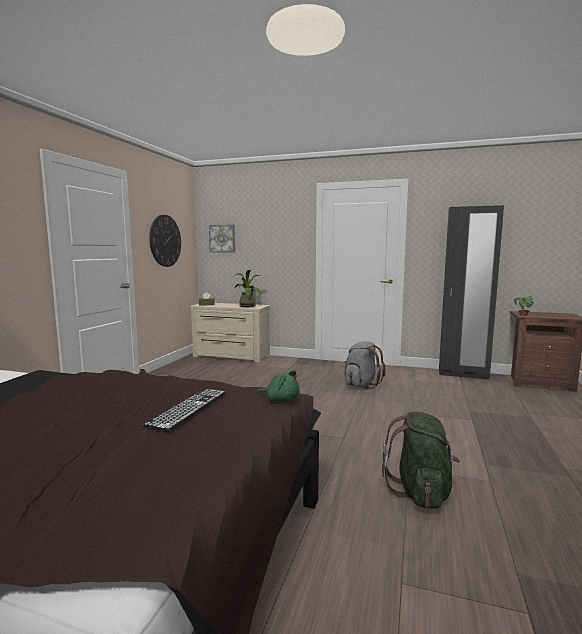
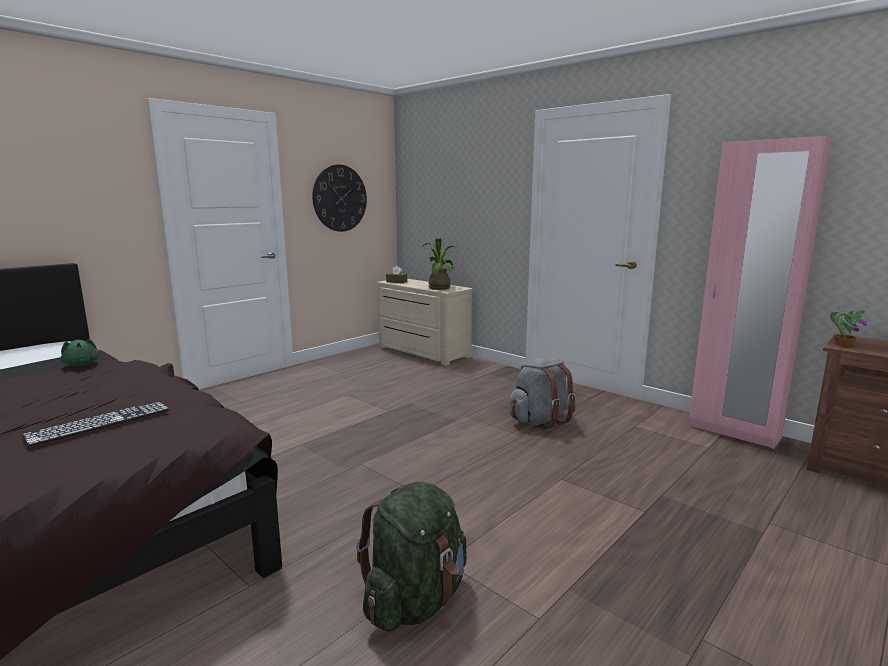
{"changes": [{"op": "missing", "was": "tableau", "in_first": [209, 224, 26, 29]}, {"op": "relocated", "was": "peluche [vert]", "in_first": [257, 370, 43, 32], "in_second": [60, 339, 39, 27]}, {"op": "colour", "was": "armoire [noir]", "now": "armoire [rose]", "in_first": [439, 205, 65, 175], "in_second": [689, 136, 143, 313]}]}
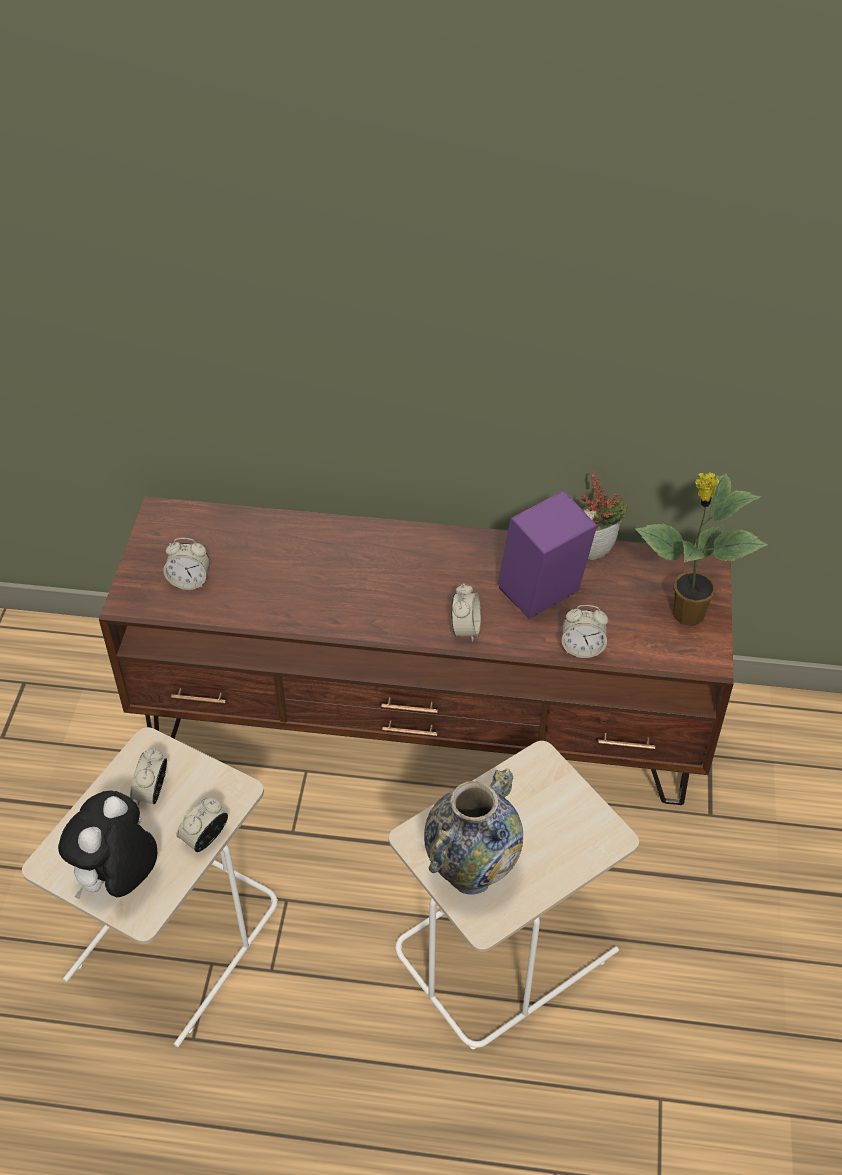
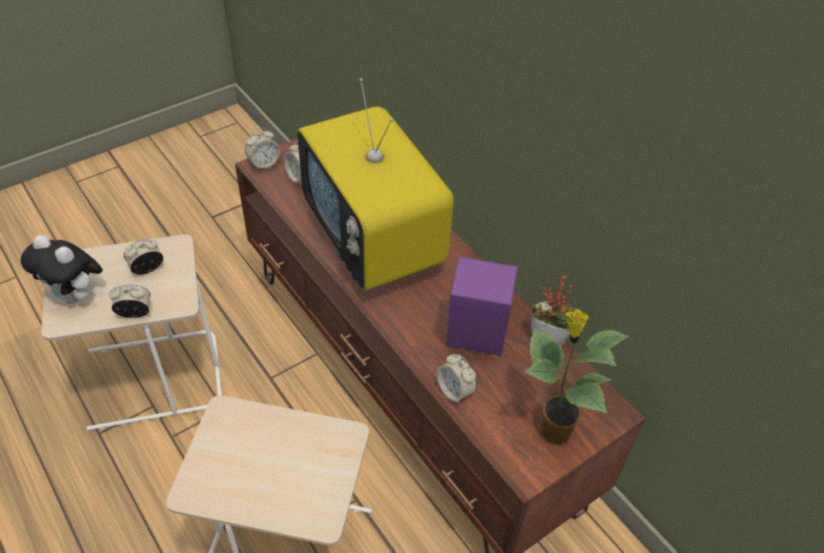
{"changes": [{"op": "missing", "was": "vase", "in_first": [424, 769, 99, 126]}, {"op": "appeared", "now": "téléviseur", "in_second": [297, 78, 157, 212]}, {"op": "relocated", "was": "réveil", "in_first": [451, 583, 30, 59], "in_second": [245, 128, 35, 43]}, {"op": "spun", "was": "peluche", "in_first": [58, 791, 99, 108], "in_second": [21, 235, 82, 69], "clockwise": -135}]}
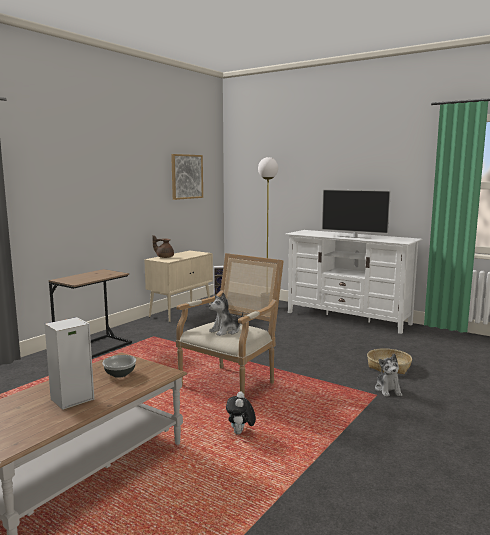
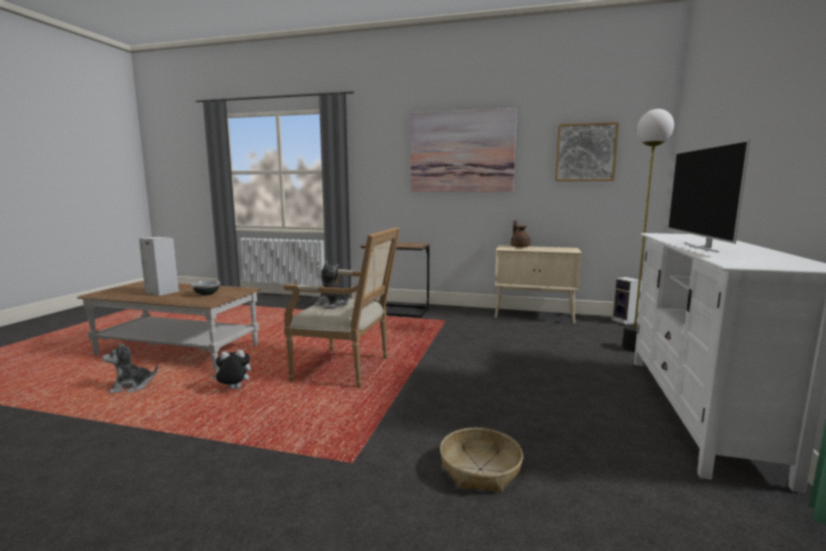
{"changes": [{"op": "appeared", "now": "tableau", "in_second": [411, 108, 106, 84]}, {"op": "relocated", "was": "peluche", "in_first": [375, 354, 27, 43], "in_second": [102, 343, 56, 51]}]}
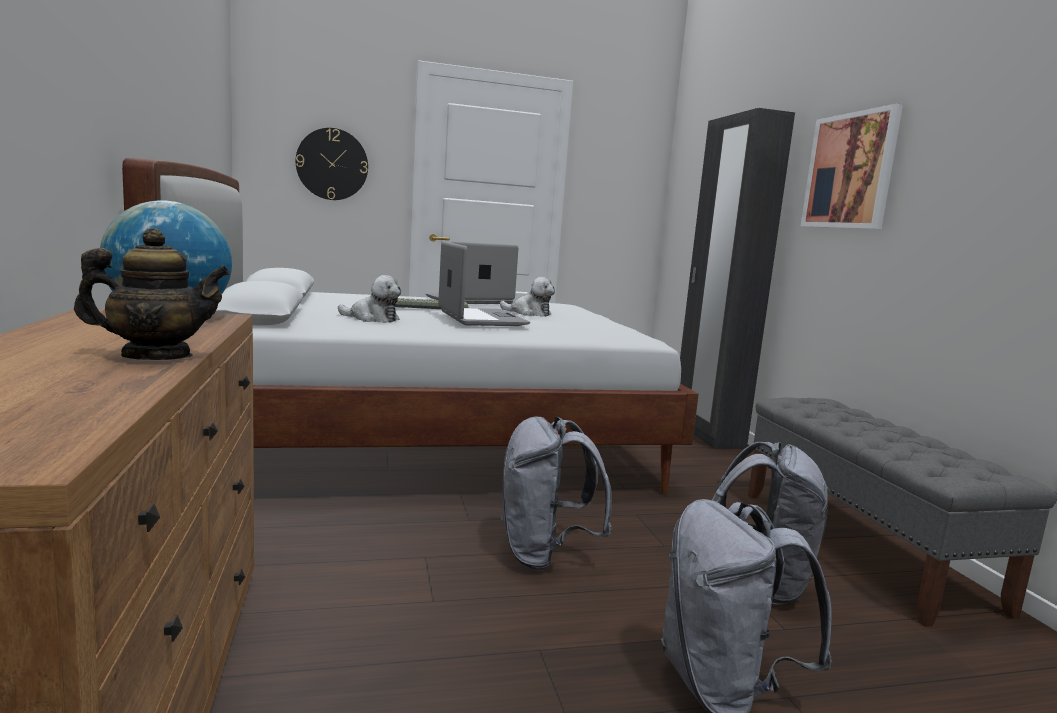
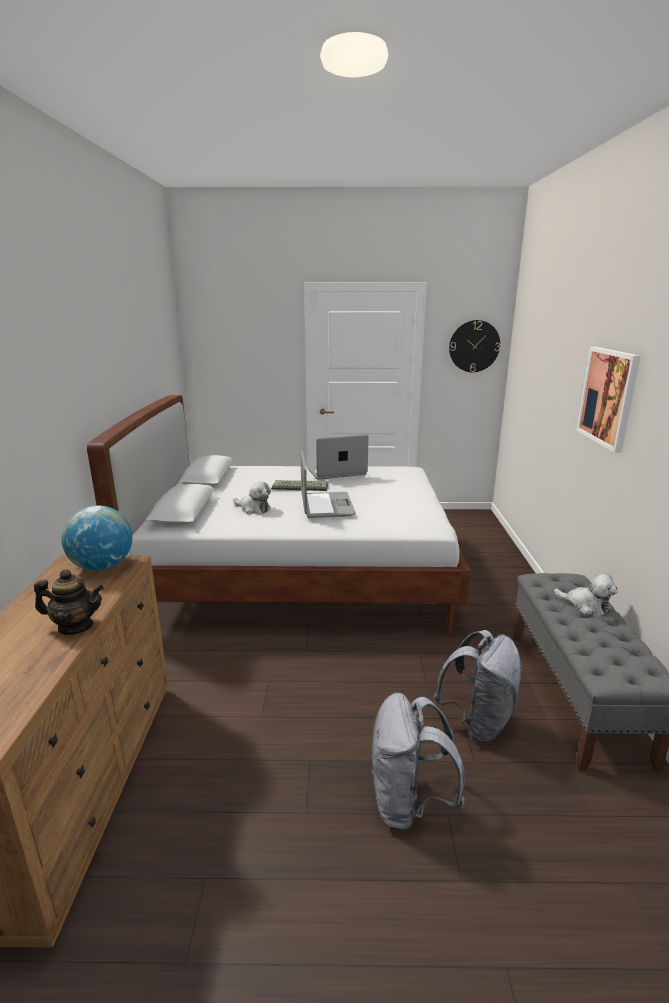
{"changes": [{"op": "missing", "was": "sac à dos [gris]", "in_first": [500, 416, 112, 154]}, {"op": "missing", "was": "armoire [noir]", "in_first": [680, 108, 115, 341]}, {"op": "relocated", "was": "horloge murale", "in_first": [296, 128, 72, 72], "in_second": [449, 320, 51, 52]}, {"op": "relocated", "was": "peluche", "in_first": [500, 277, 55, 40], "in_second": [554, 574, 64, 42]}]}
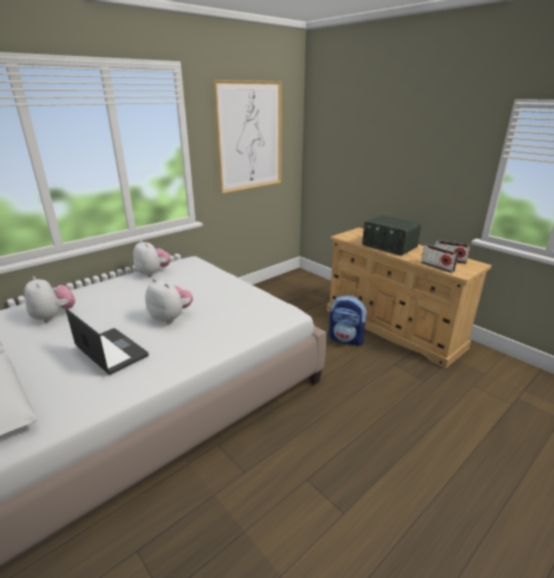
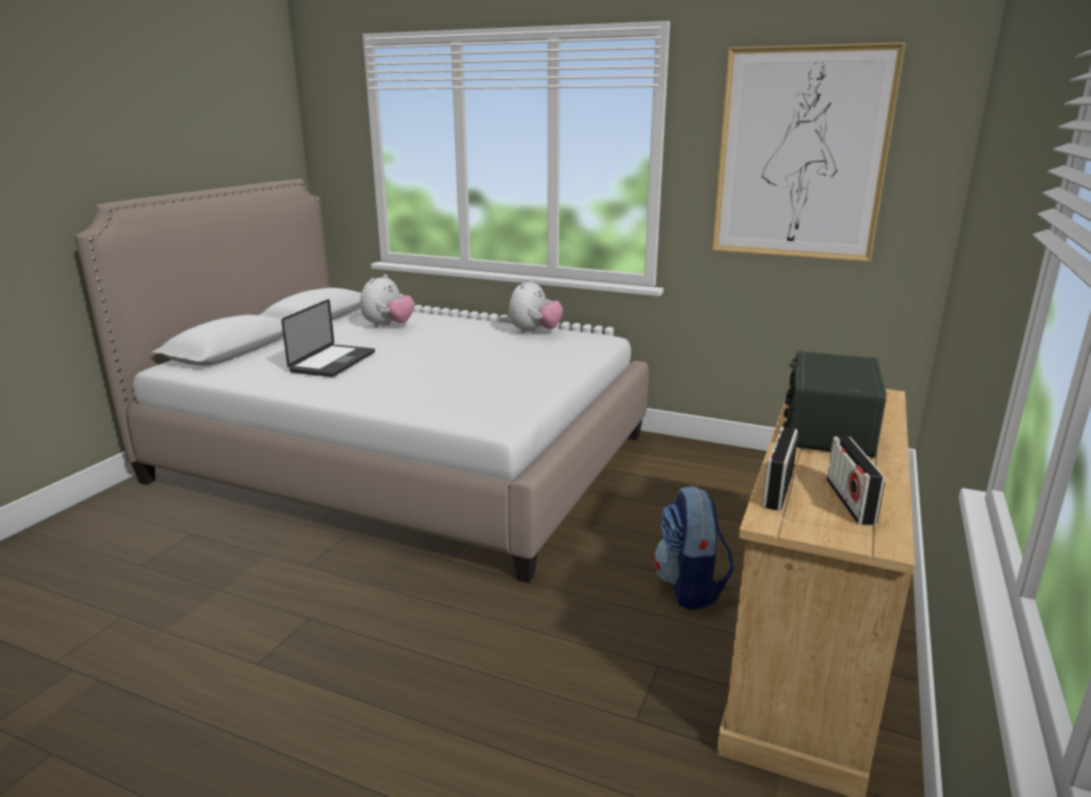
{"changes": [{"op": "missing", "was": "peluche", "in_first": [145, 278, 48, 46]}]}
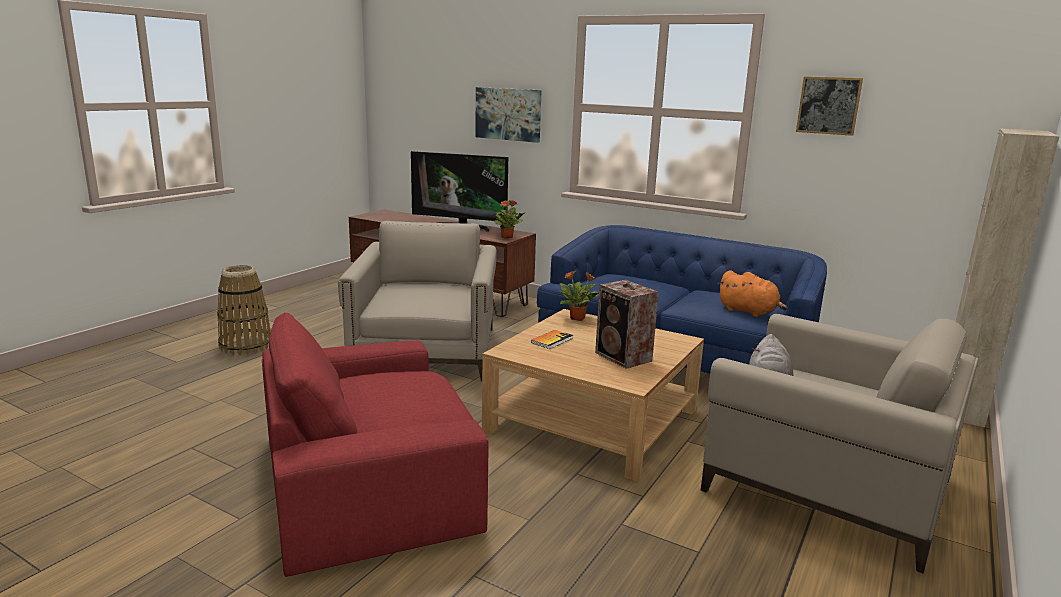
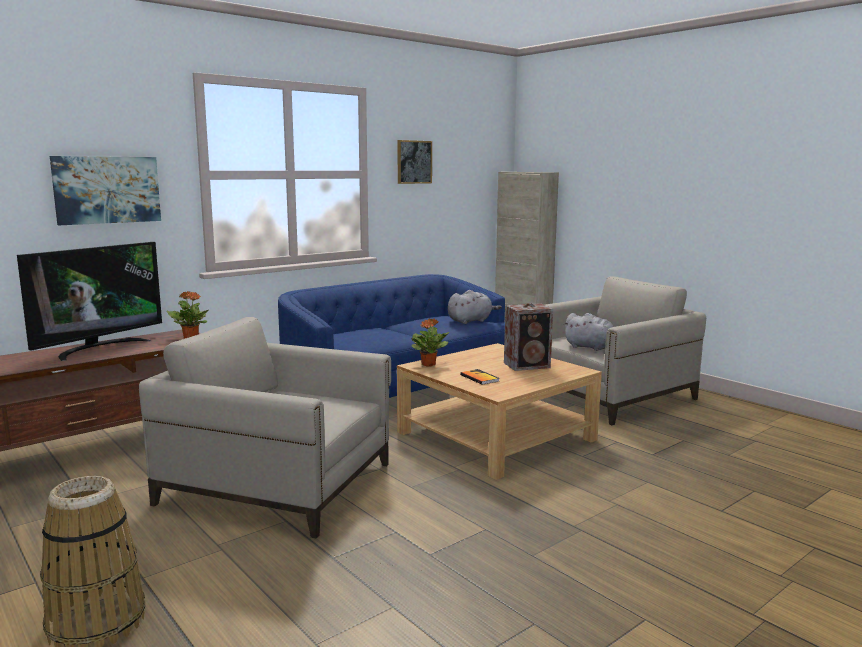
{"changes": [{"op": "missing", "was": "fauteuil [rouge]", "in_first": [262, 313, 226, 264]}, {"op": "colour", "was": "peluche [orange]", "now": "peluche [gris]", "in_first": [718, 270, 69, 47], "in_second": [448, 290, 54, 34]}]}
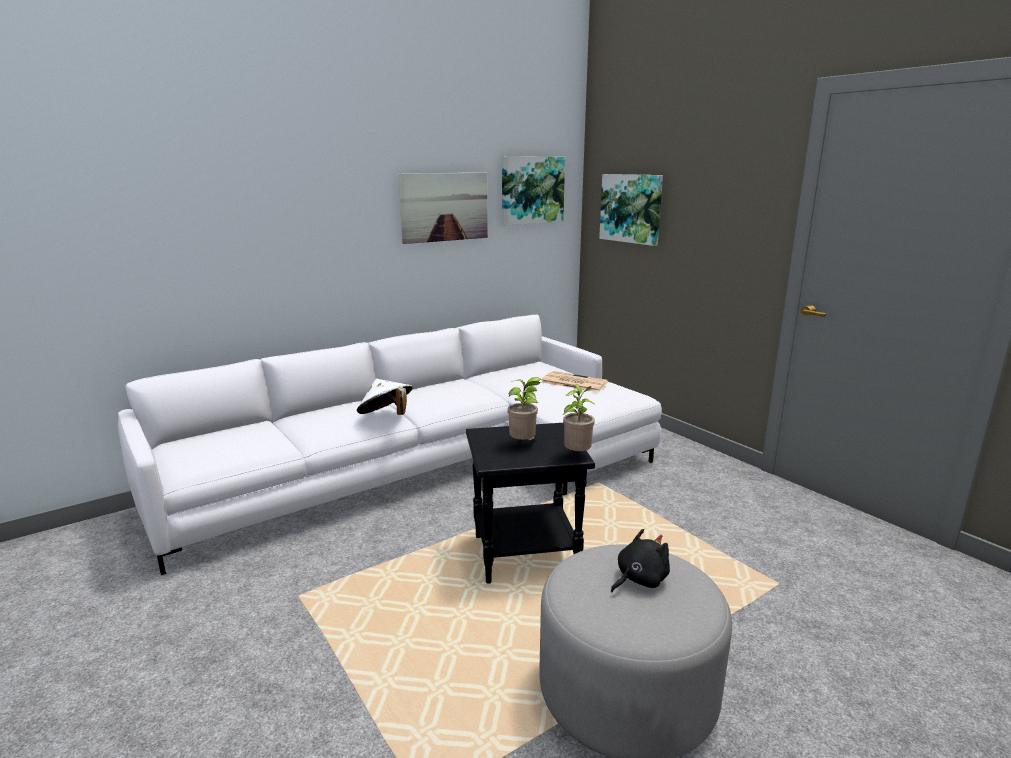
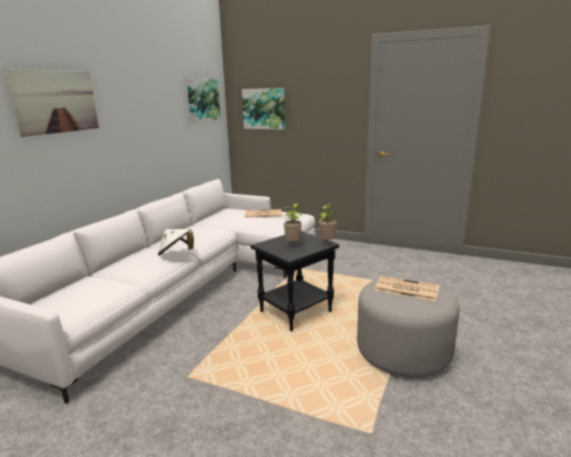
{"changes": [{"op": "relocated", "was": "tableau", "in_first": [399, 173, 89, 71], "in_second": [5, 69, 94, 68]}, {"op": "exchanged", "was": "peluche [noir]", "now": "journal", "in_first": [611, 529, 59, 64], "in_second": [375, 276, 65, 25]}]}
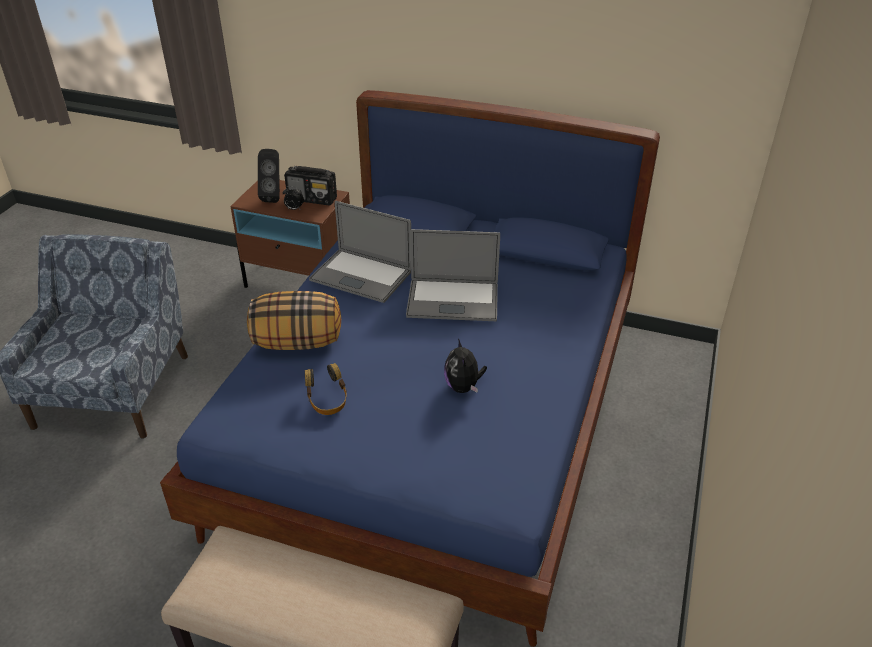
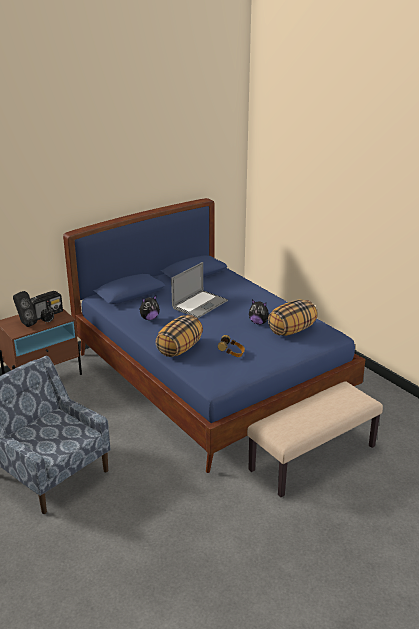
{"changes": [{"op": "appeared", "now": "coussin", "in_second": [268, 299, 49, 37]}, {"op": "exchanged", "was": "ordinateur portable", "now": "peluche", "in_first": [309, 201, 102, 102], "in_second": [139, 296, 21, 24]}]}
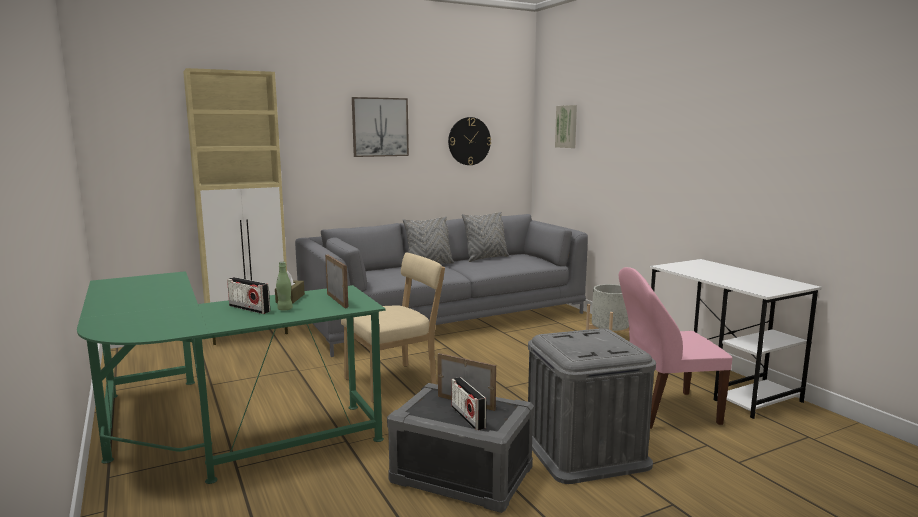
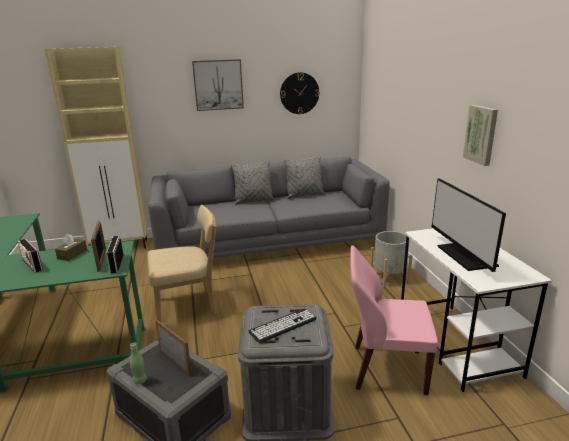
{"changes": [{"op": "appeared", "now": "clavier", "in_second": [248, 309, 69, 34]}, {"op": "appeared", "now": "écran d'ordinateur", "in_second": [432, 178, 74, 94]}, {"op": "relocated", "was": "bouteille [vert]", "in_first": [276, 262, 17, 49], "in_second": [130, 343, 17, 42]}, {"op": "relocated", "was": "radio", "in_first": [451, 377, 35, 53], "in_second": [105, 236, 18, 37]}, {"op": "relocated", "was": "tableau", "in_first": [555, 105, 22, 43], "in_second": [463, 105, 35, 61]}]}
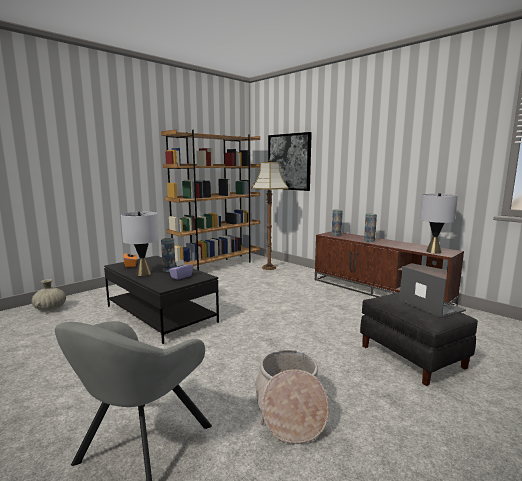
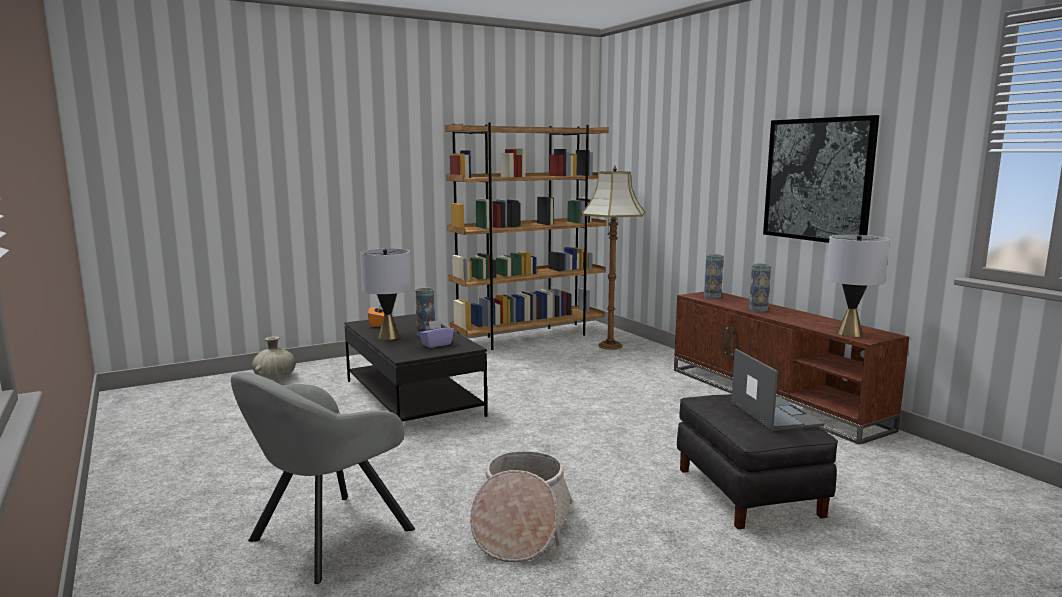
{"changes": [{"op": "relocated", "was": "tableau", "in_first": [268, 132, 44, 59], "in_second": [763, 115, 116, 128]}]}
